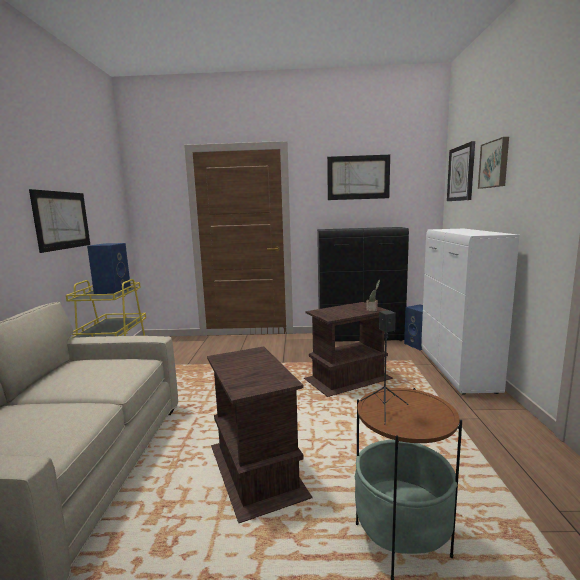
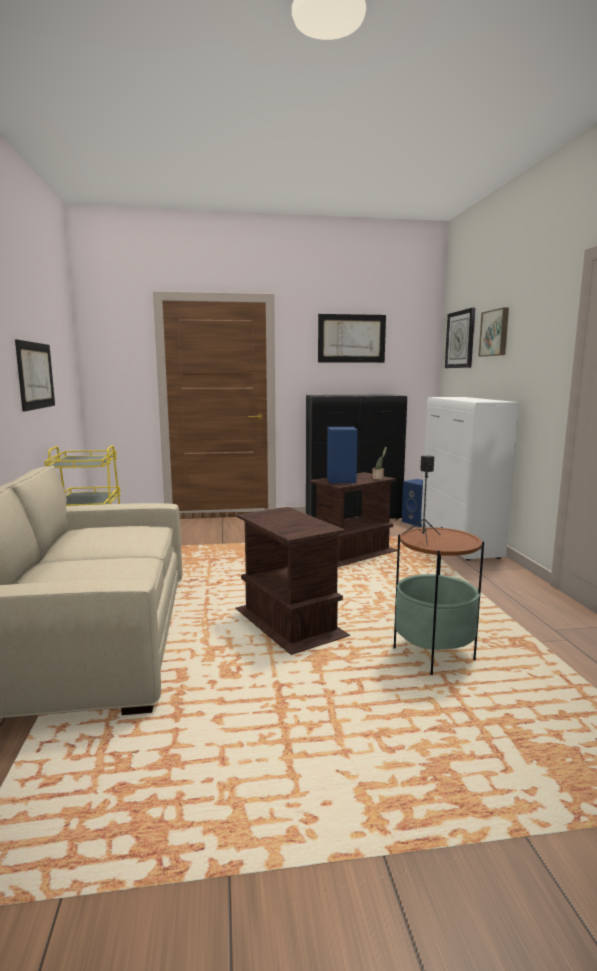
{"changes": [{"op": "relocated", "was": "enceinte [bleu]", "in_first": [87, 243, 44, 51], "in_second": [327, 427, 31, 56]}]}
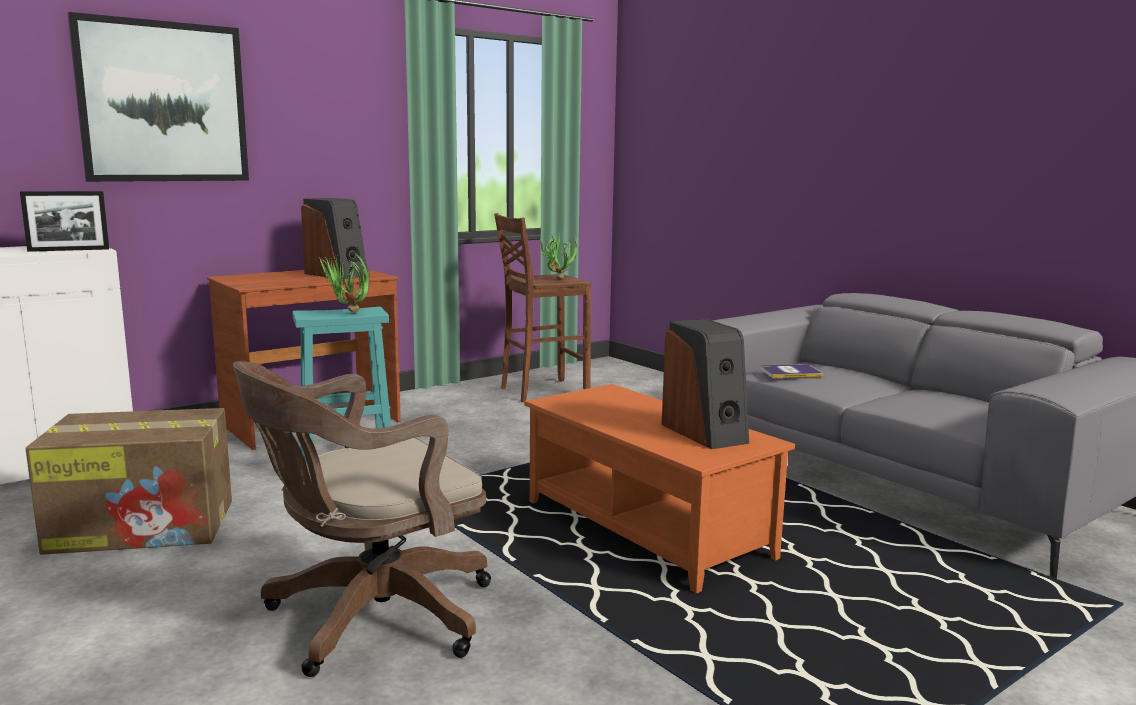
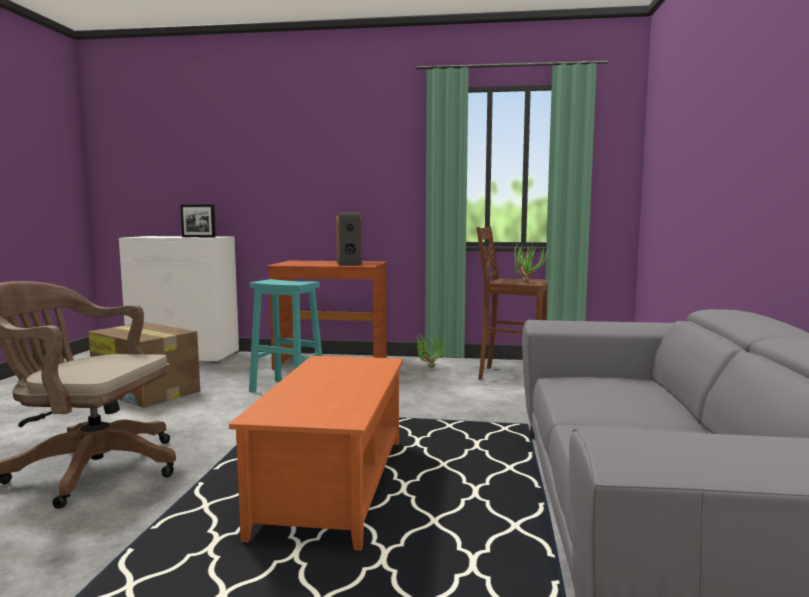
{"changes": [{"op": "missing", "was": "tableau", "in_first": [68, 12, 181, 170]}, {"op": "missing", "was": "enceinte", "in_first": [661, 319, 88, 130]}, {"op": "missing", "was": "livre", "in_first": [760, 364, 63, 14]}, {"op": "relocated", "was": "plante en pot", "in_first": [317, 252, 52, 61], "in_second": [413, 333, 31, 35]}]}
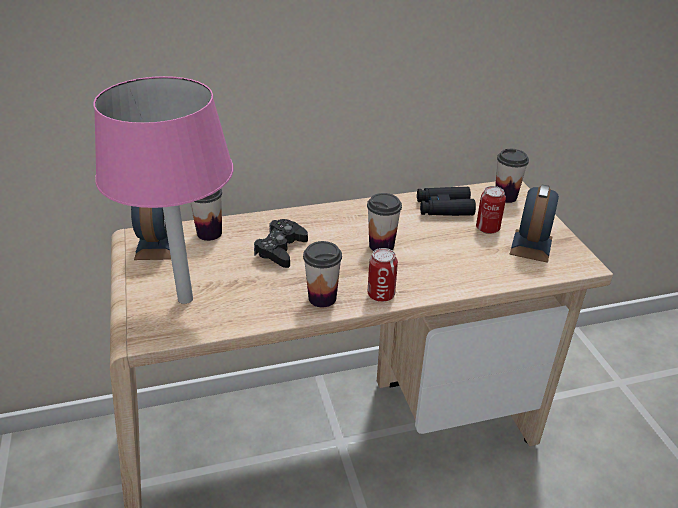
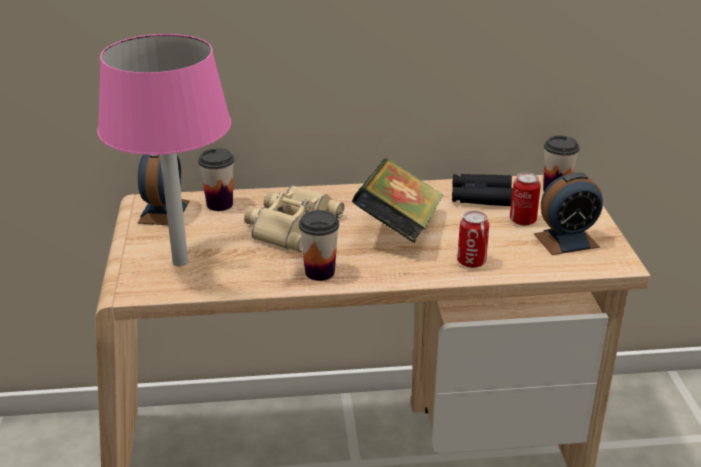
{"changes": [{"op": "relocated", "was": "boîte métallique", "in_first": [368, 248, 30, 54], "in_second": [457, 211, 32, 57]}, {"op": "exchanged", "was": "manette [noir]", "now": "jumelles [beige]", "in_first": [254, 219, 54, 49], "in_second": [244, 185, 101, 67]}, {"op": "exchanged", "was": "tasse", "now": "livre", "in_first": [367, 193, 35, 58], "in_second": [352, 158, 91, 85]}, {"op": "spun", "was": "réveil", "in_first": [509, 185, 50, 78], "in_second": [534, 172, 69, 83], "clockwise": 45}]}
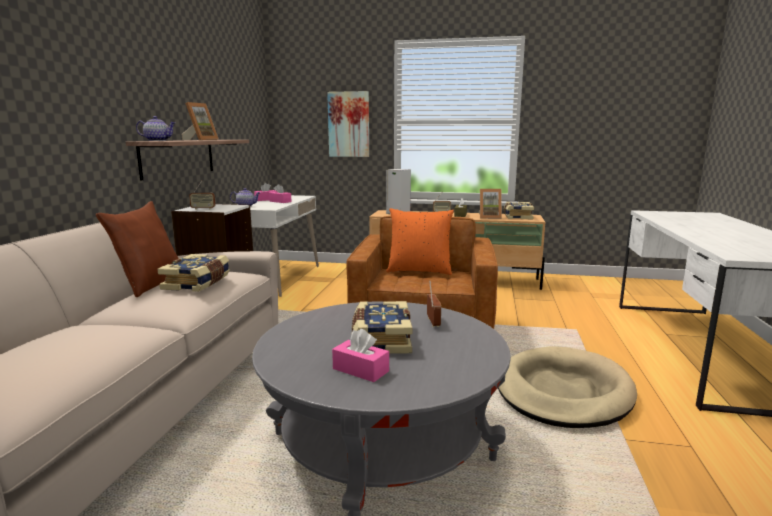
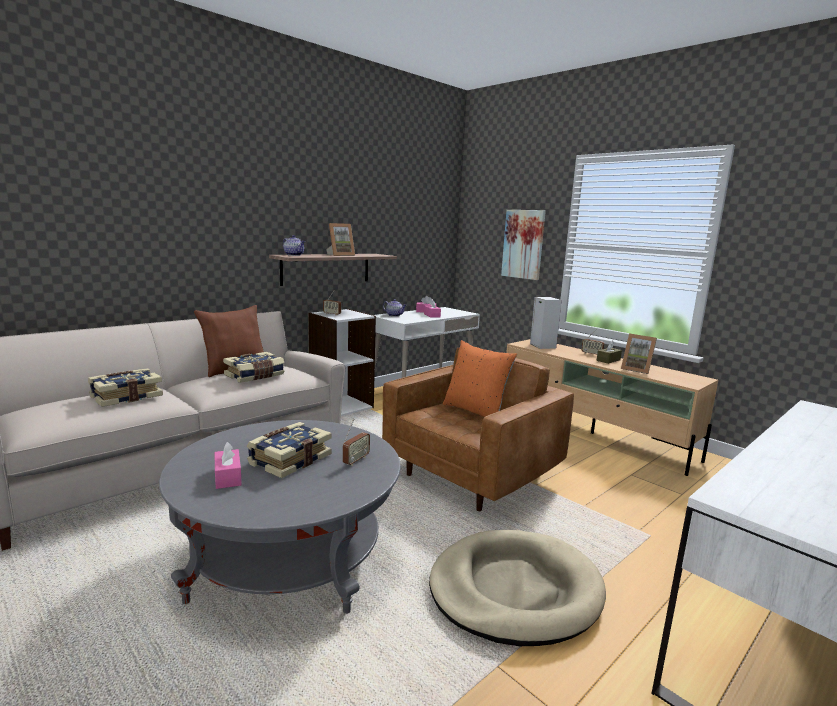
{"changes": [{"op": "relocated", "was": "livre", "in_first": [504, 202, 30, 17], "in_second": [88, 368, 75, 39]}]}
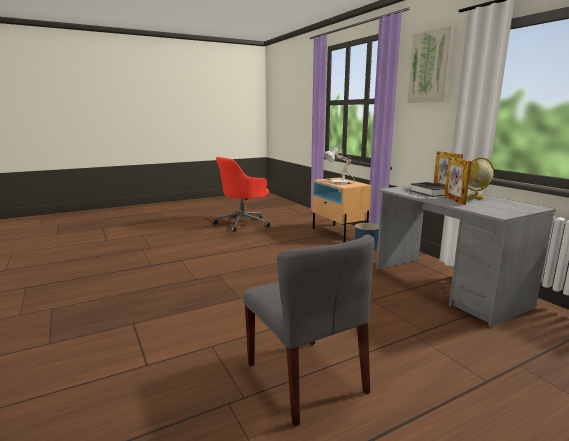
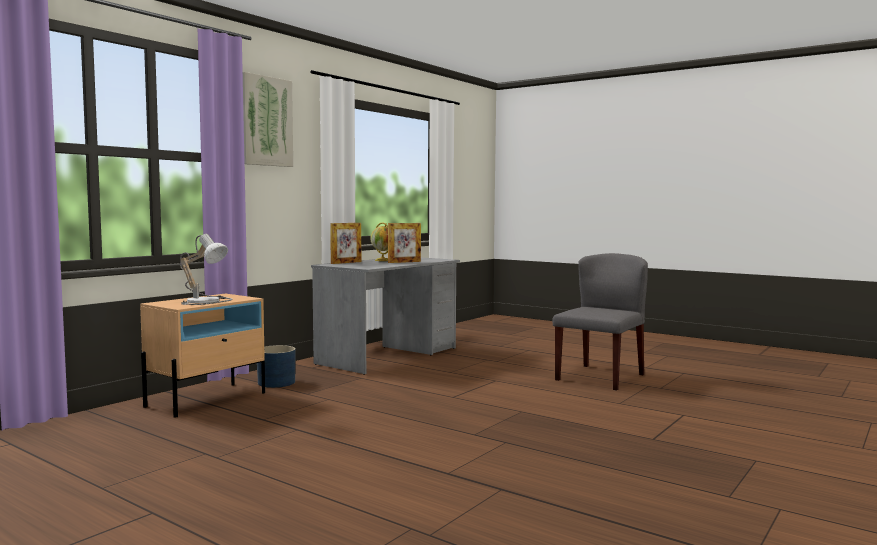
{"changes": [{"op": "missing", "was": "chaise de bureau [rouge]", "in_first": [212, 157, 58, 75]}, {"op": "missing", "was": "livre [noir]", "in_first": [410, 182, 35, 15]}]}
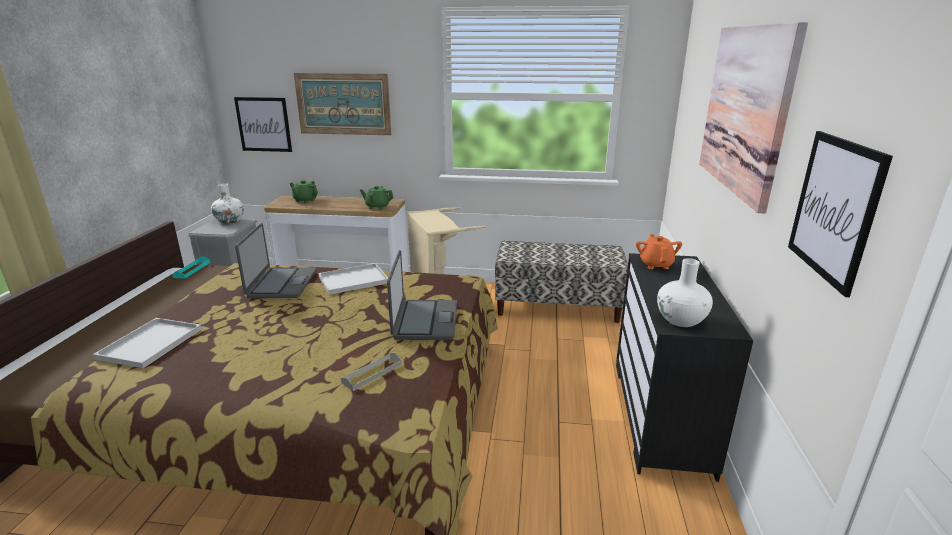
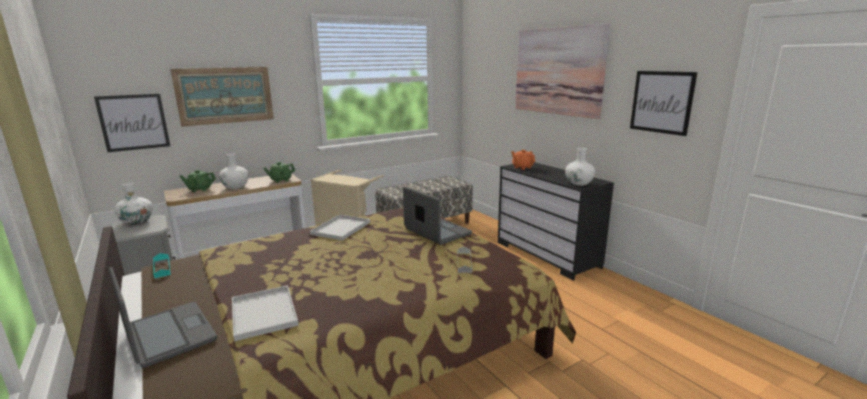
{"changes": [{"op": "appeared", "now": "vase [blanc]", "in_second": [219, 153, 30, 36]}, {"op": "relocated", "was": "ordinateur portable", "in_first": [235, 223, 82, 75], "in_second": [109, 267, 108, 101]}]}
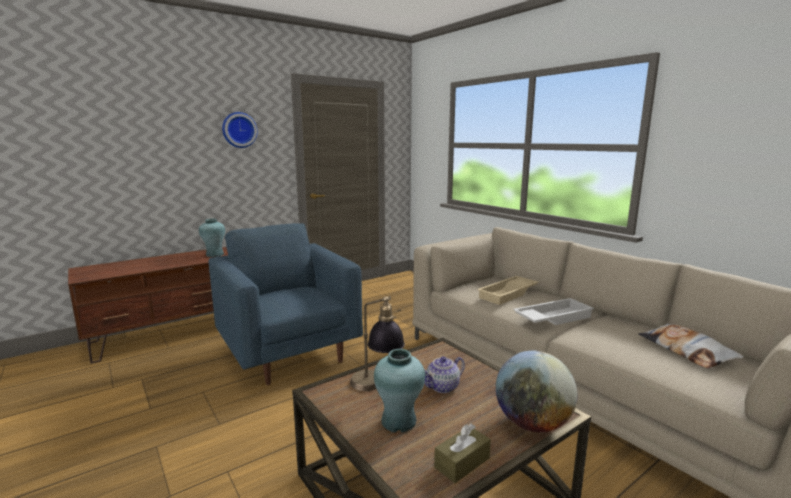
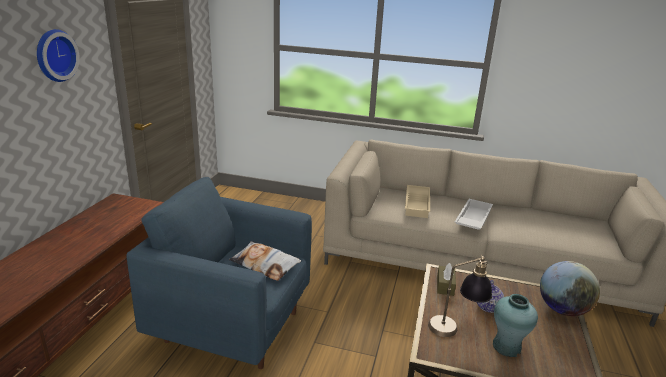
{"changes": [{"op": "missing", "was": "vase [turquoise]", "in_first": [199, 218, 26, 39]}, {"op": "relocated", "was": "boîte à mouchoirs [marron]", "in_first": [434, 423, 57, 60], "in_second": [437, 263, 19, 33]}, {"op": "relocated", "was": "coussin", "in_first": [638, 324, 106, 45], "in_second": [229, 241, 72, 40]}]}
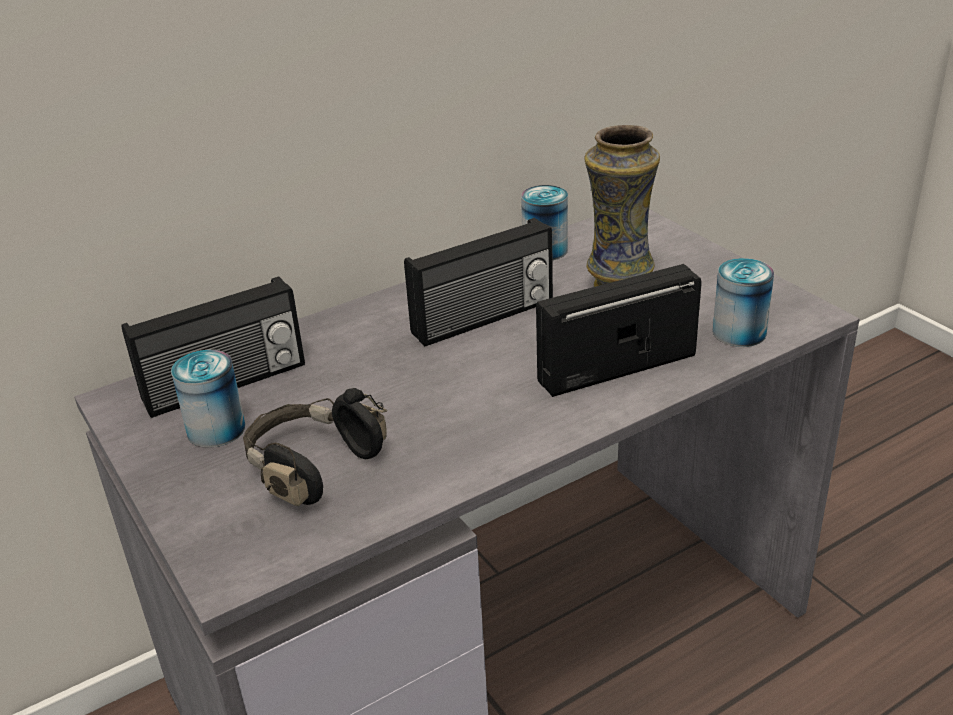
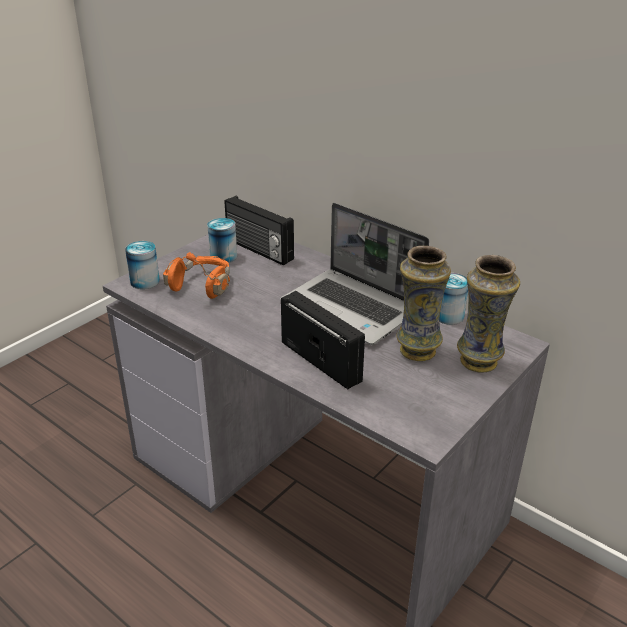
{"changes": [{"op": "appeared", "now": "vase", "in_second": [457, 255, 63, 118]}, {"op": "relocated", "was": "boîte métallique", "in_first": [713, 258, 61, 89], "in_second": [125, 241, 35, 48]}, {"op": "exchanged", "was": "radio", "now": "ordinateur portable", "in_first": [404, 218, 149, 129], "in_second": [280, 203, 149, 142]}, {"op": "colour", "was": "casque audio [noir]", "now": "casque audio [orange]", "in_first": [243, 388, 144, 118], "in_second": [163, 252, 67, 47]}]}
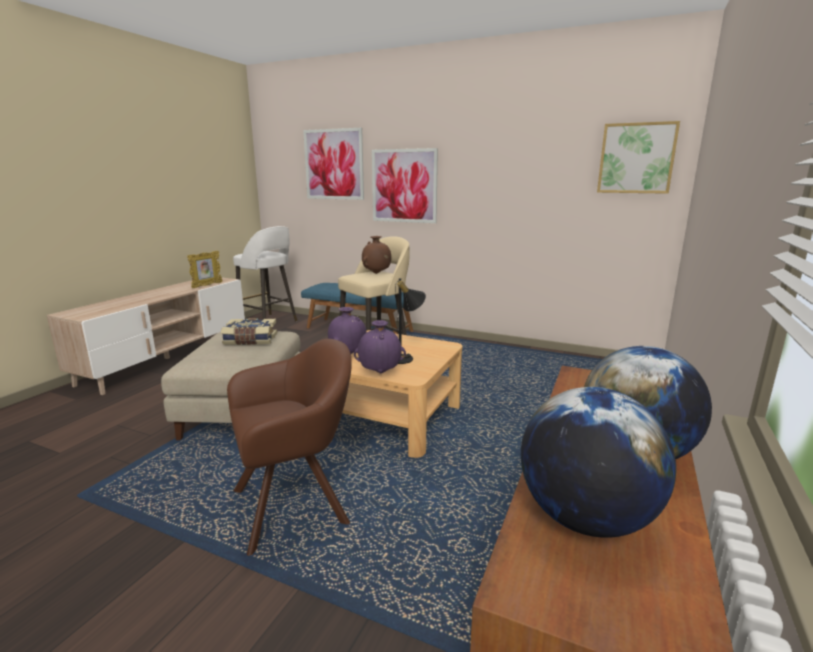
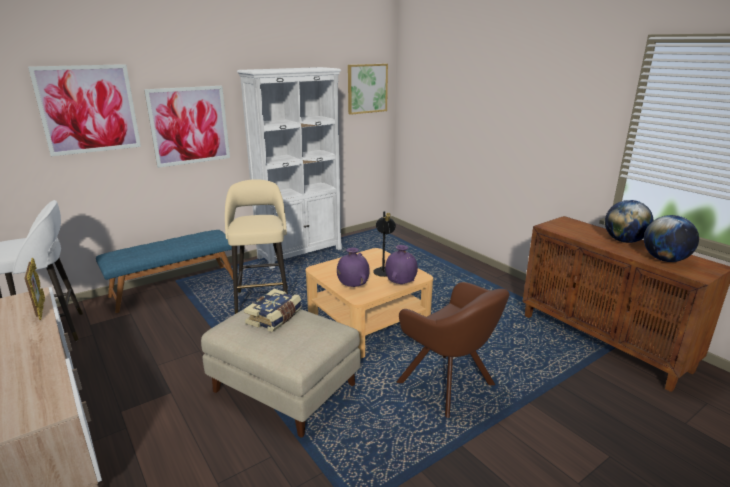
{"changes": [{"op": "missing", "was": "vase [marron]", "in_first": [362, 236, 29, 38]}, {"op": "appeared", "now": "bibliothèque [blanc]", "in_second": [237, 67, 105, 201]}, {"op": "spun", "was": "fauteuil [marron]", "in_first": [227, 339, 125, 217], "in_second": [397, 282, 112, 136], "clockwise": 135}]}
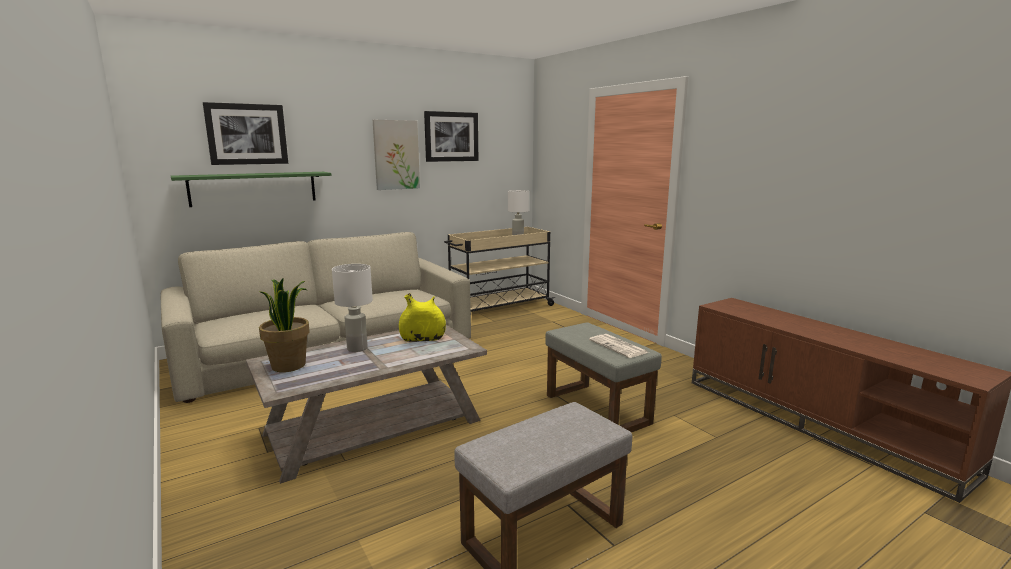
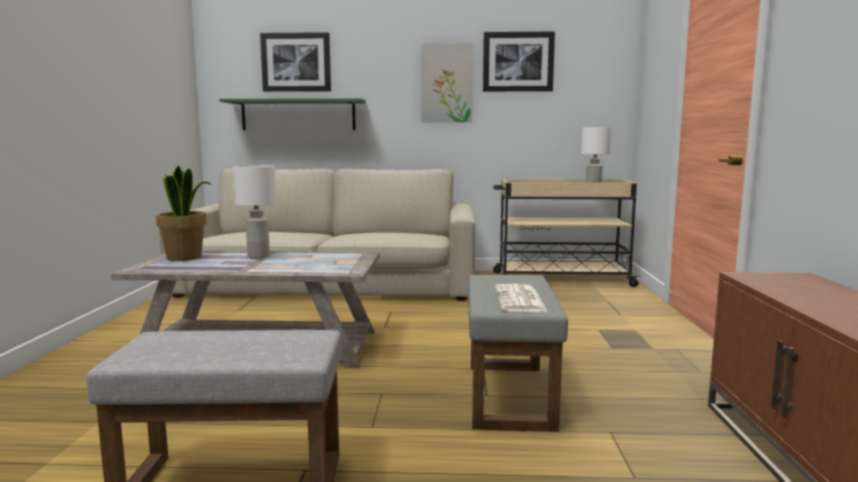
{"changes": [{"op": "missing", "was": "vase [jaune]", "in_first": [399, 293, 47, 49]}]}
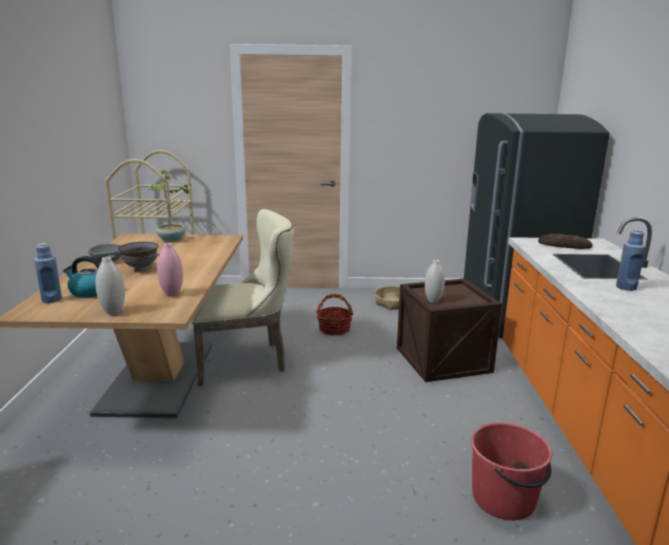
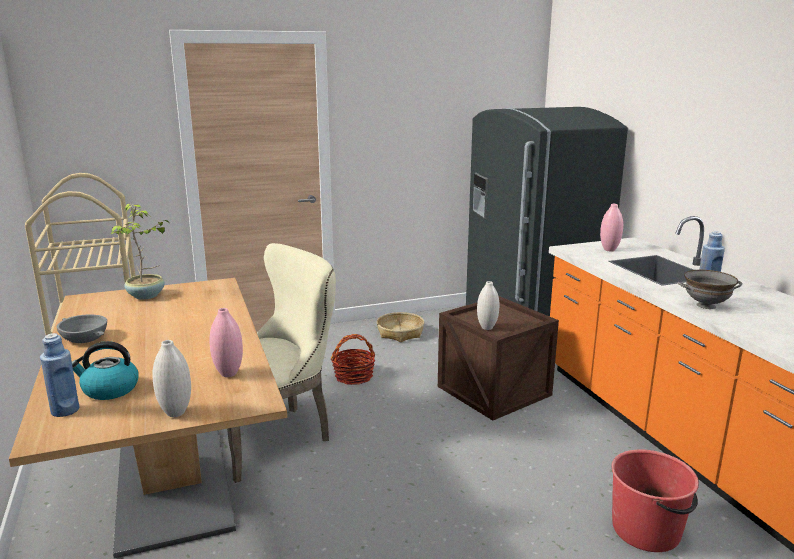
{"changes": [{"op": "relocated", "was": "bol [gris]", "in_first": [117, 242, 43, 30], "in_second": [678, 270, 64, 39]}, {"op": "exchanged", "was": "pain", "now": "vase [rose]", "in_first": [538, 234, 55, 15], "in_second": [600, 204, 23, 47]}]}
